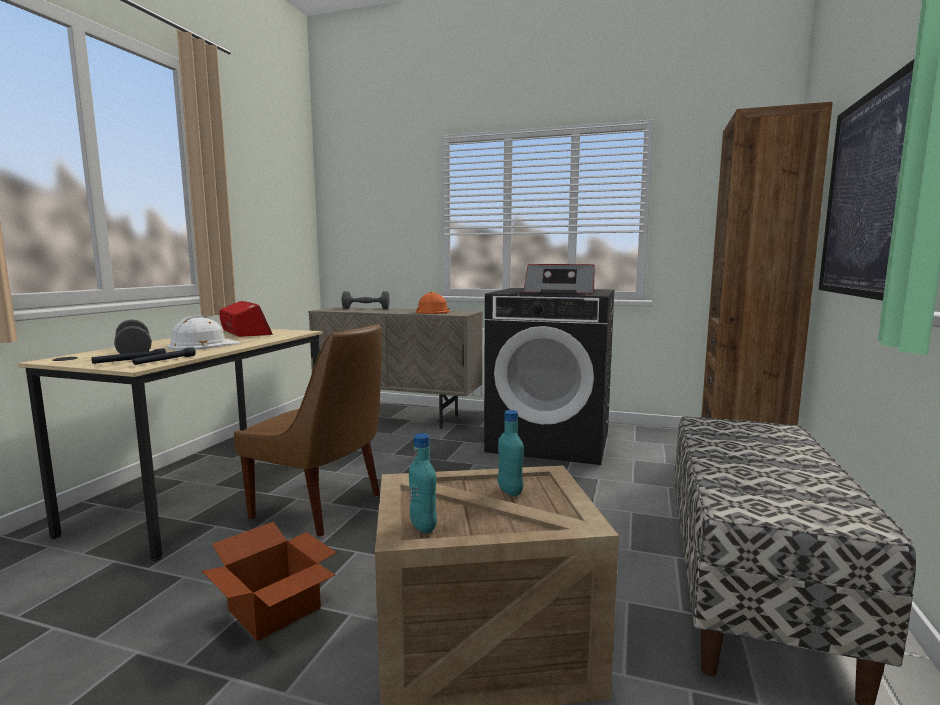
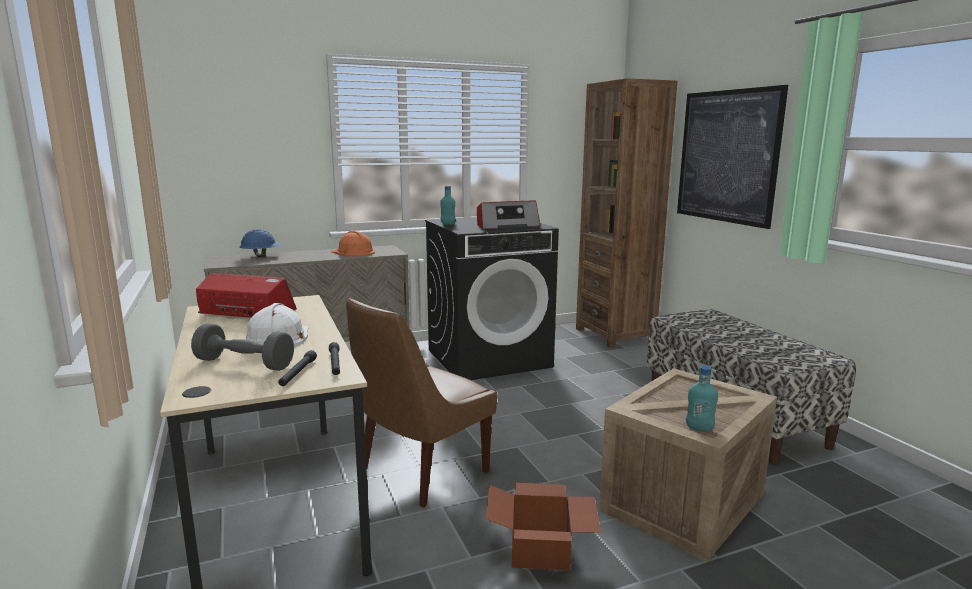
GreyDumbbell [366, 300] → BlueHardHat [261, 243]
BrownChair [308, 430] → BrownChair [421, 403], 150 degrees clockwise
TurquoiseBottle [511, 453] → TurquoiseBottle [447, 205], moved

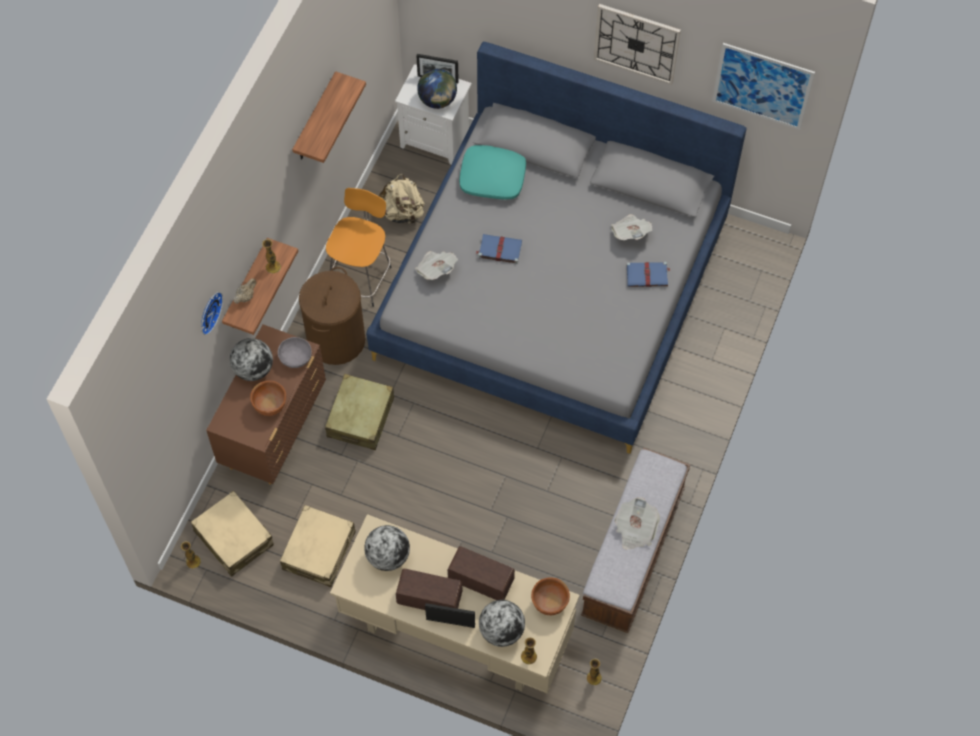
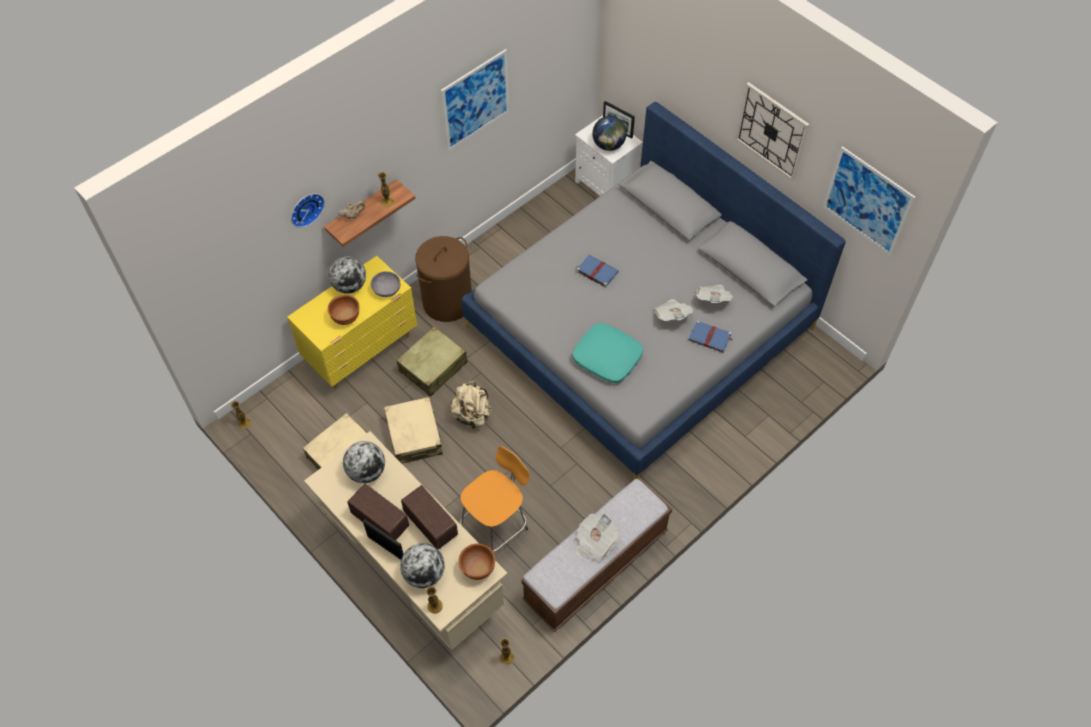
Shelf [329, 117] → Picture [475, 100]
TurquoisePillow [492, 172] → TurquoisePillow [608, 353], moved
BeigeBackpack [402, 199] → BeigeBackpack [470, 405], moved
OrangeStool [359, 247] → OrangeStool [495, 499], moved
Newspaper [436, 265] → Newspaper [673, 310], moved
BrownDresser [266, 404] → YellowDresser [352, 322]
BeigeSuitcase [232, 534] → BeigeSuitcase [413, 430], moved

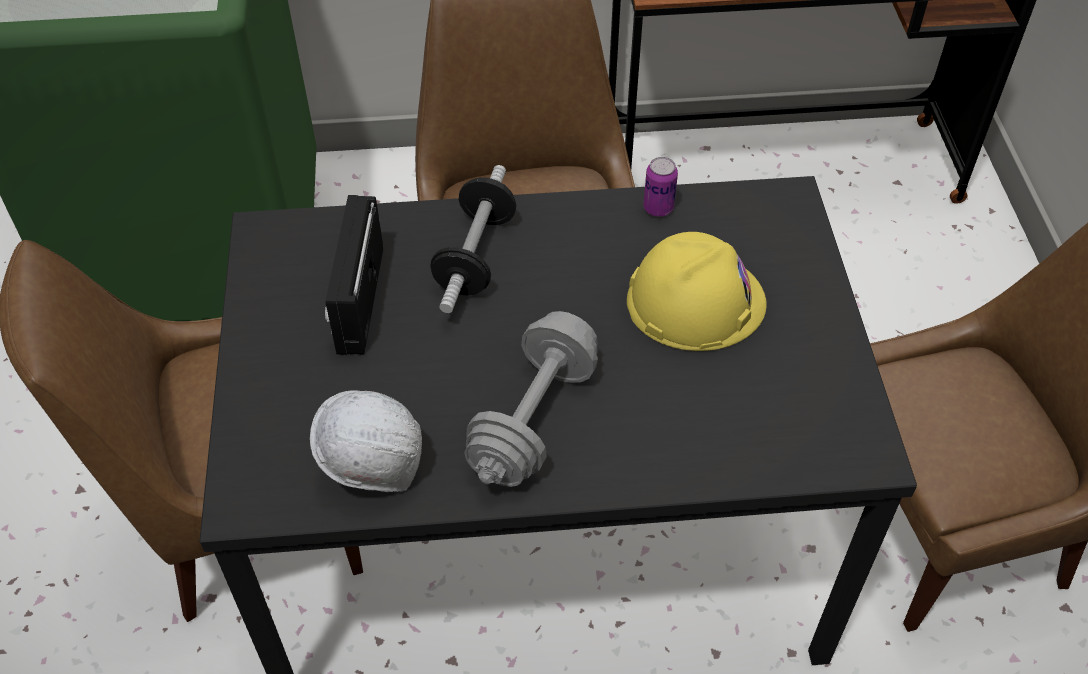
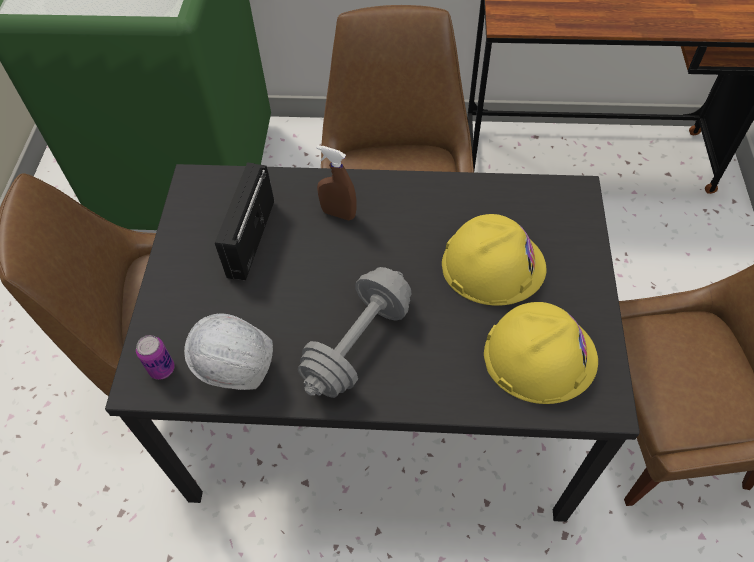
Can [660, 187] → Can [155, 357], moved
Dumbbell [473, 239] → BrownSprayBottle [336, 183]
- → YellowHardHat [541, 353]

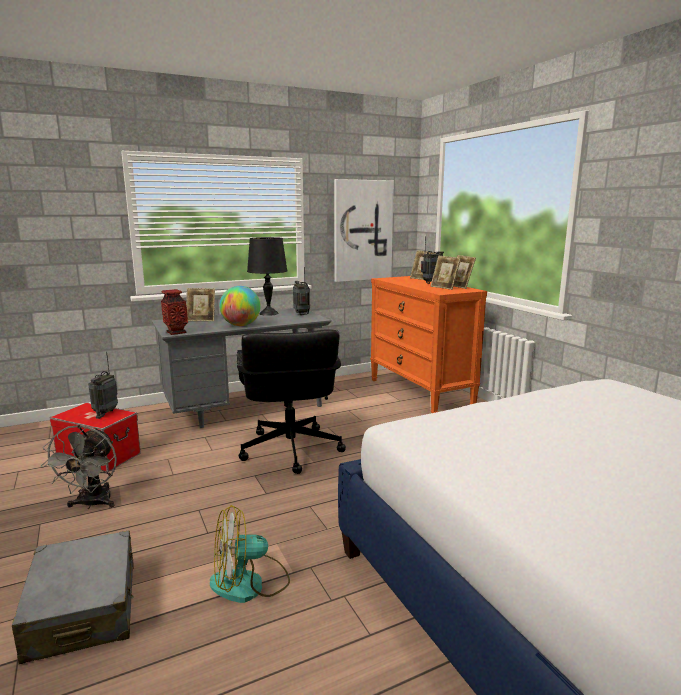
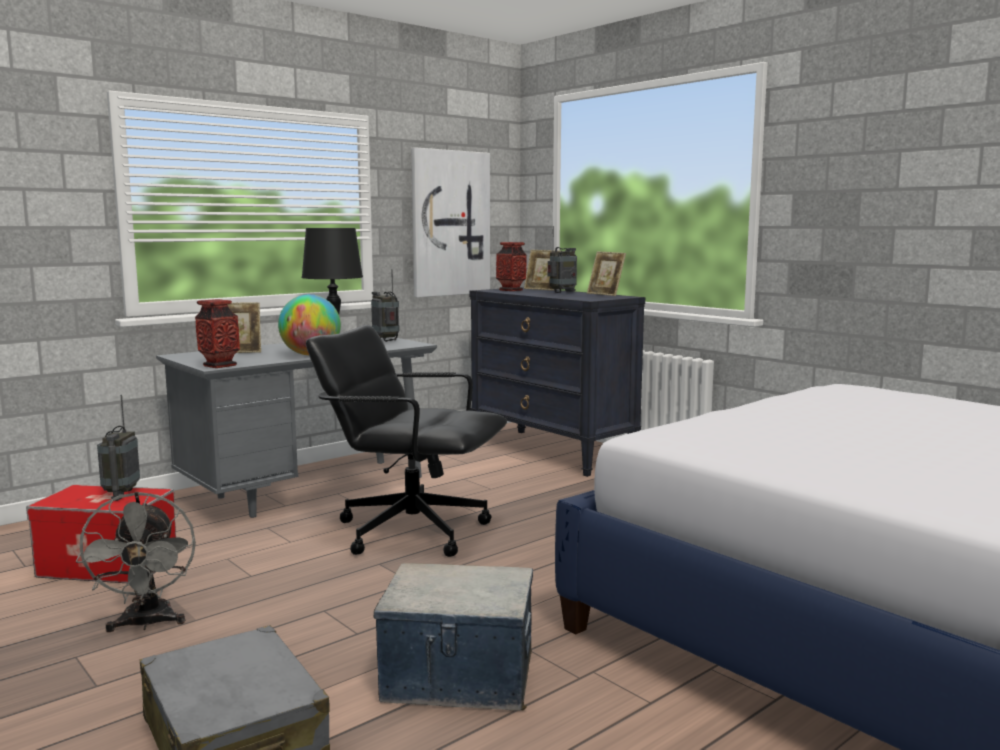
PictureFrame [445, 273] → -
OrangeDresser [428, 344] → BlackDresser [557, 382]
BlackOfficeChair [291, 401] → BlackOfficeChair [406, 441], 135 degrees clockwise
Fan [250, 554] → StorageBox [453, 637]
- → Vase [511, 266]

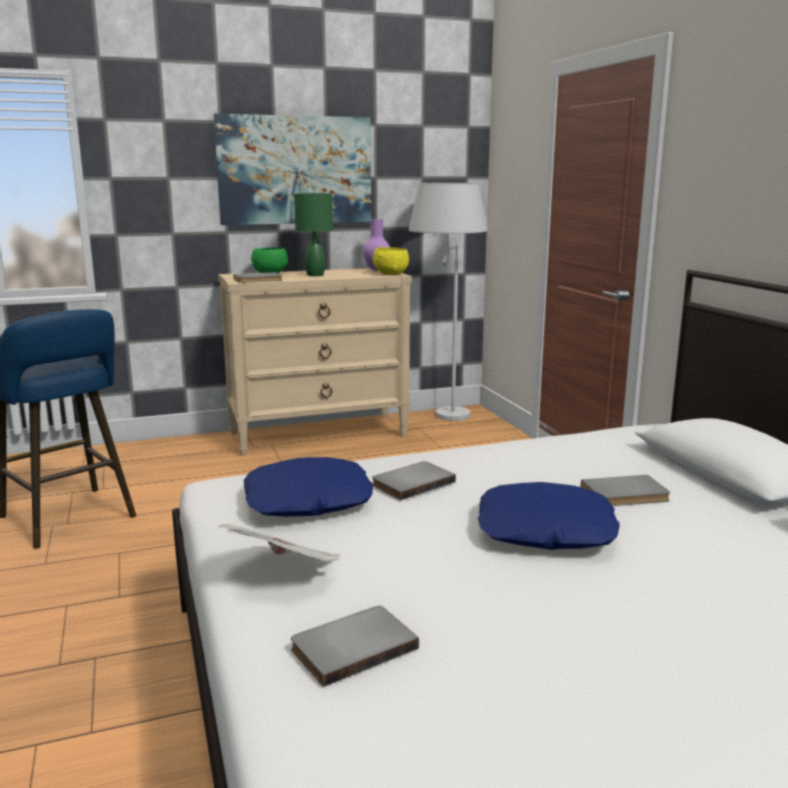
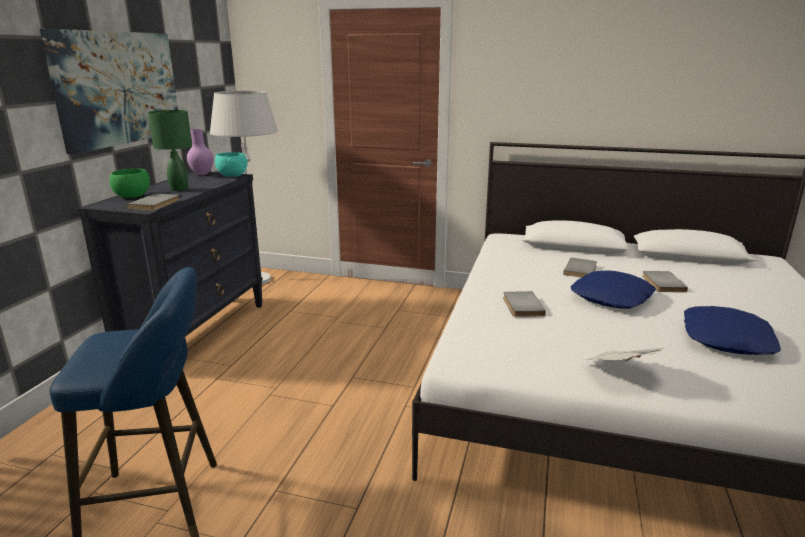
YellowBowl [391, 261] → TurquoiseBowl [231, 164]
BeigeDresser [315, 362] → BlackDresser [170, 254]
BluePillow [308, 487] → BluePillow [732, 330], moved
GreyBook [355, 646] → GreyBook [665, 281], moved

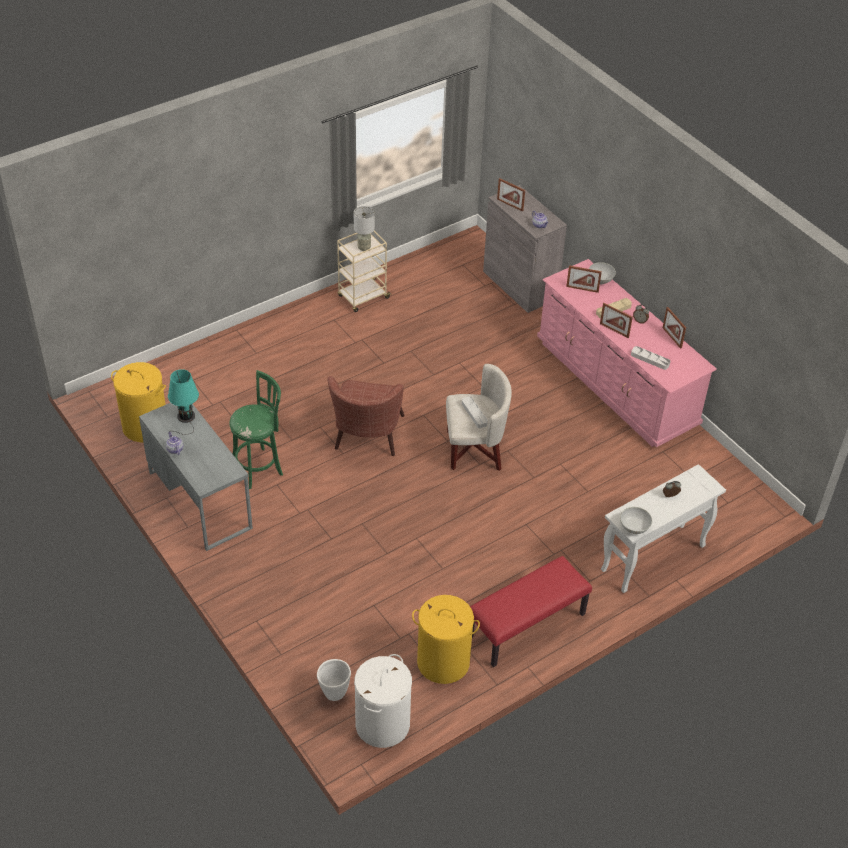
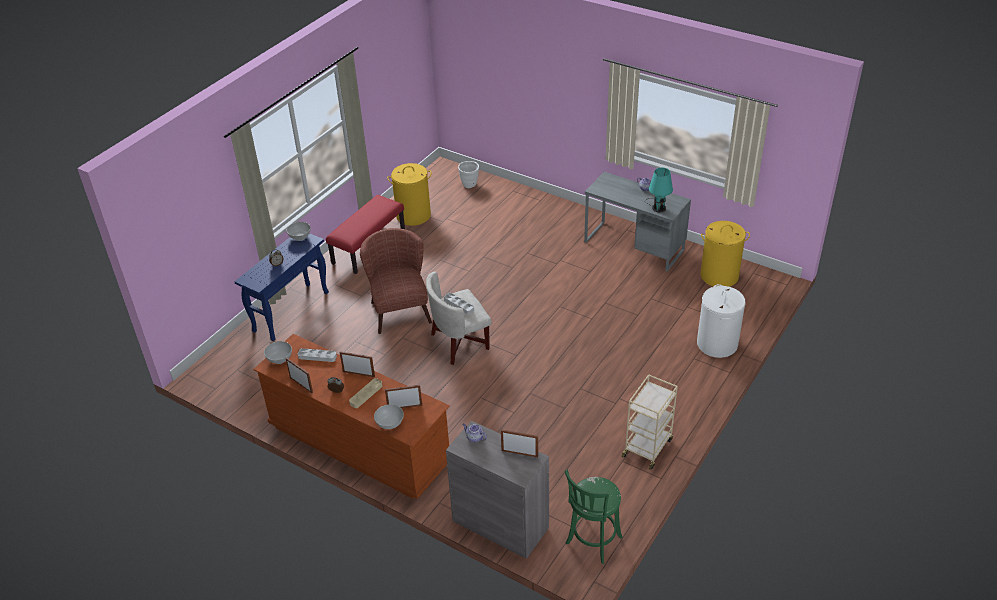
GreyTableLamp [364, 228] → -
PinkDresser [627, 353] → BrownDresser [351, 416]
GreenStool [256, 429] → GreenStool [594, 517], moved
BrownArmchair [365, 416] → BrownArmchair [396, 281], moved
WhiteConsoleTable [663, 528] → BlueConsoleTable [281, 287]
WhiteLaundryBasket [383, 701] → WhiteLaundryBasket [721, 321], moved
- → WhiteBowl [278, 352]

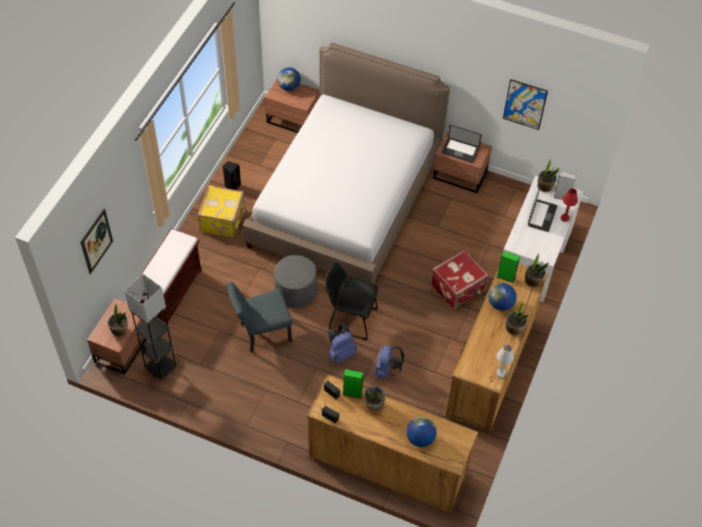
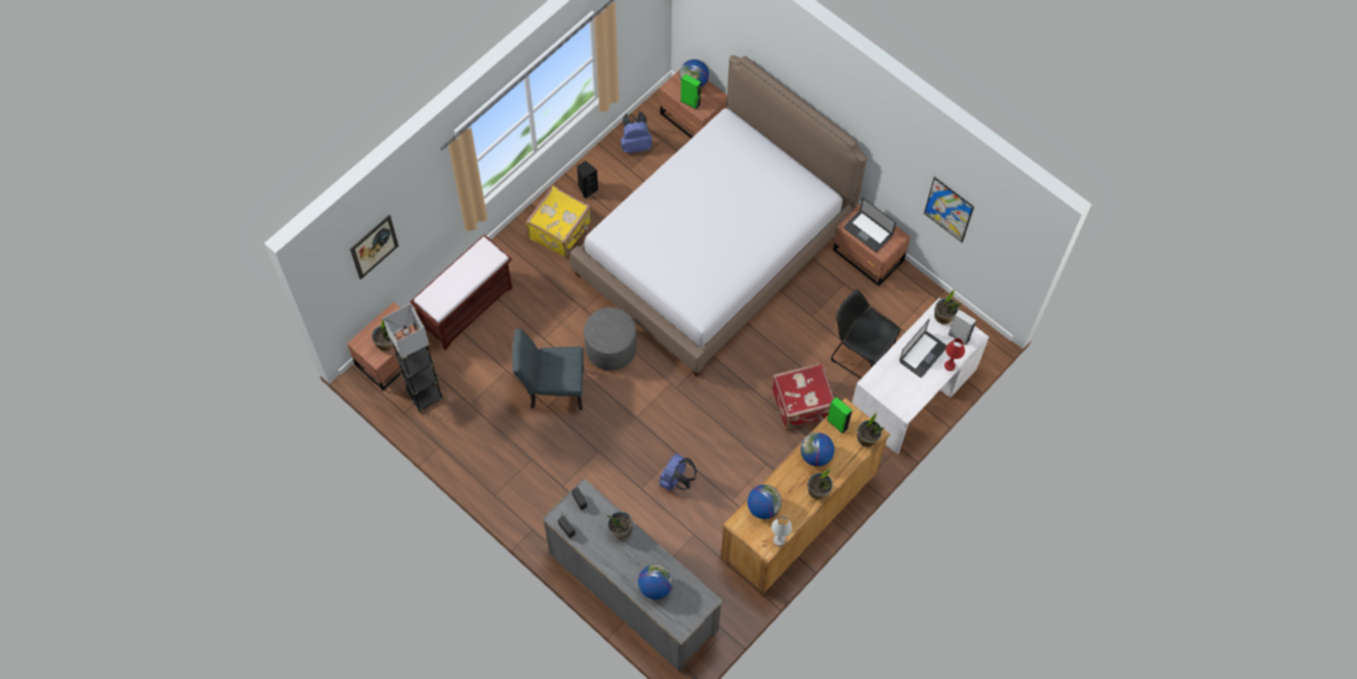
BlackChair [351, 301] → BlackChair [866, 334], moved
BlueBackpack [342, 343] → BlueBackpack [636, 132], moved
GreenSpeaker [353, 383] → GreenSpeaker [690, 92], moved
BrownDresser [392, 444] → GreyDresser [632, 575]
- → Globe [764, 502]

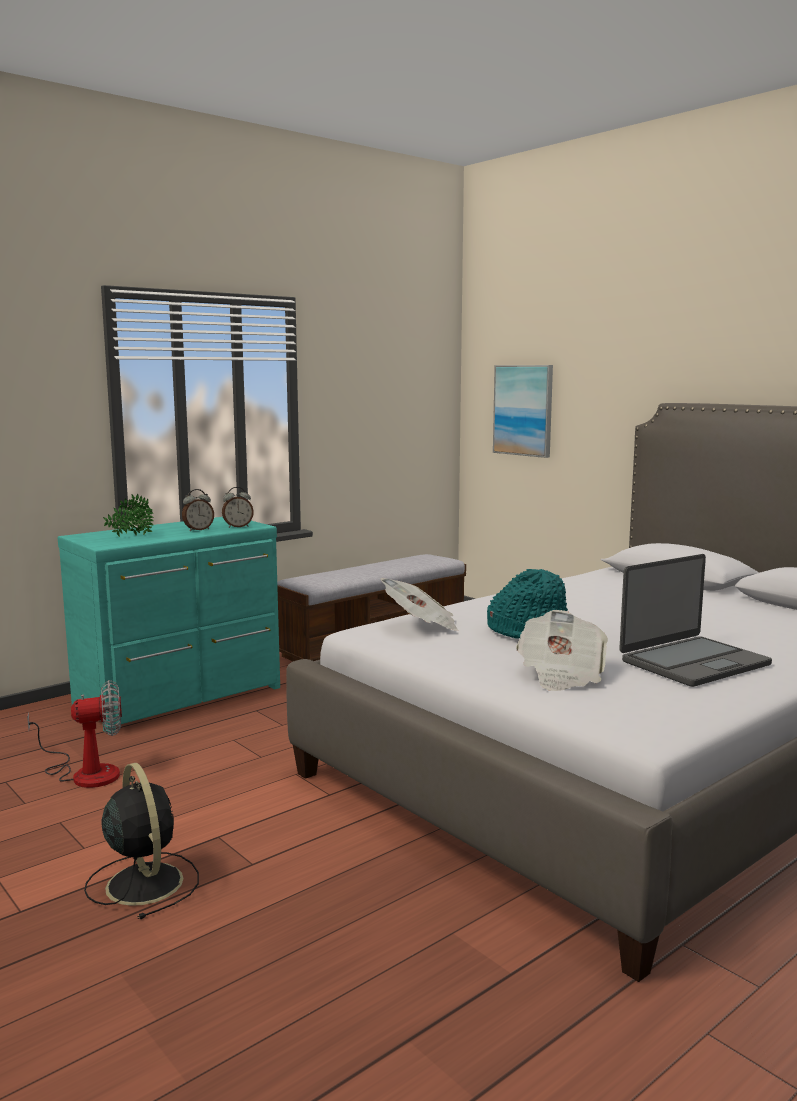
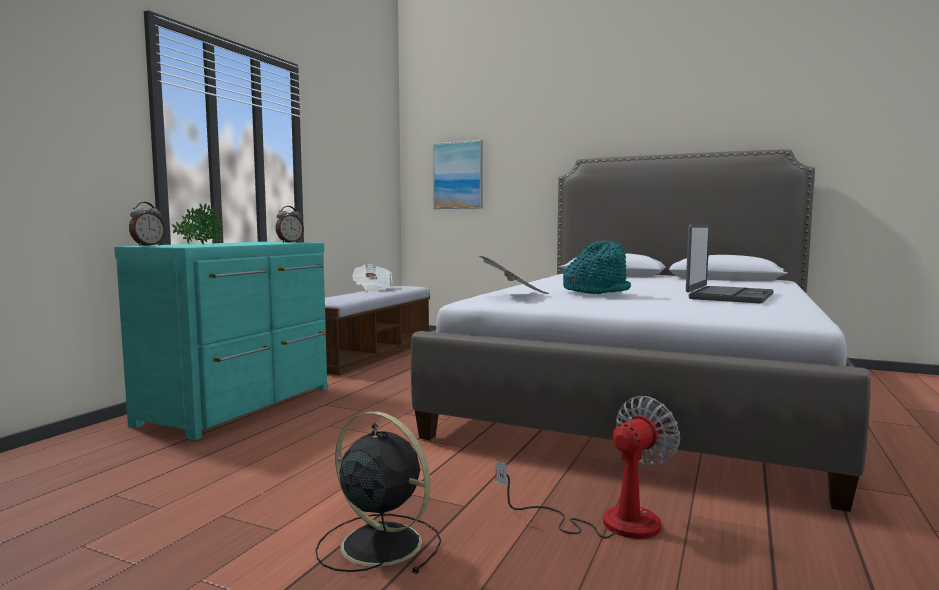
AlarmClock [198, 510] → AlarmClock [147, 224], moved
Newspaper [562, 650] → Newspaper [372, 278], moved
Fan [74, 734] → Fan [588, 467], moved

